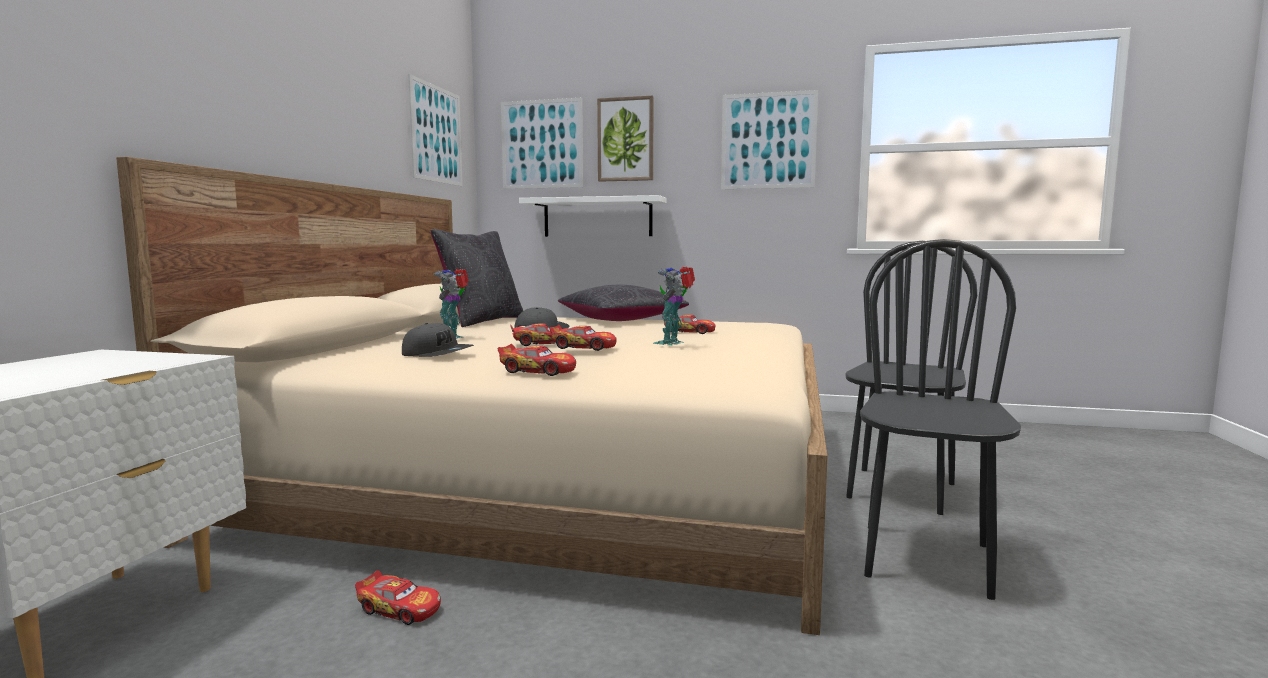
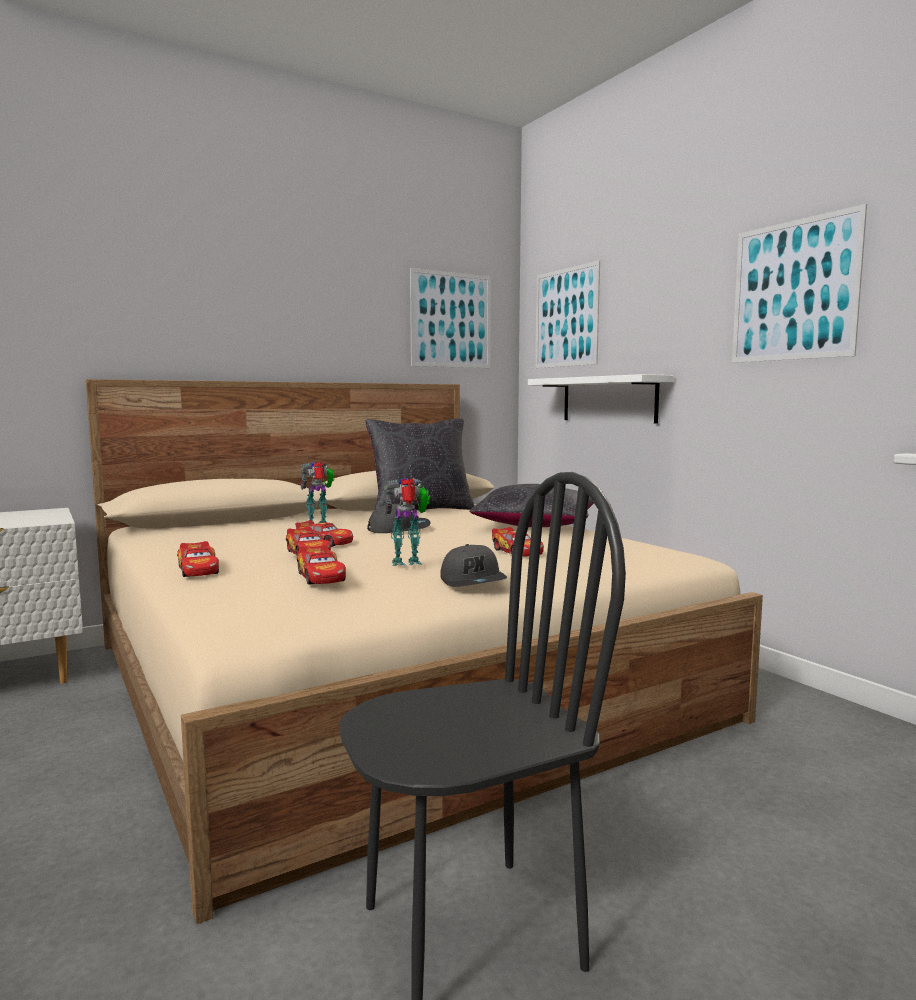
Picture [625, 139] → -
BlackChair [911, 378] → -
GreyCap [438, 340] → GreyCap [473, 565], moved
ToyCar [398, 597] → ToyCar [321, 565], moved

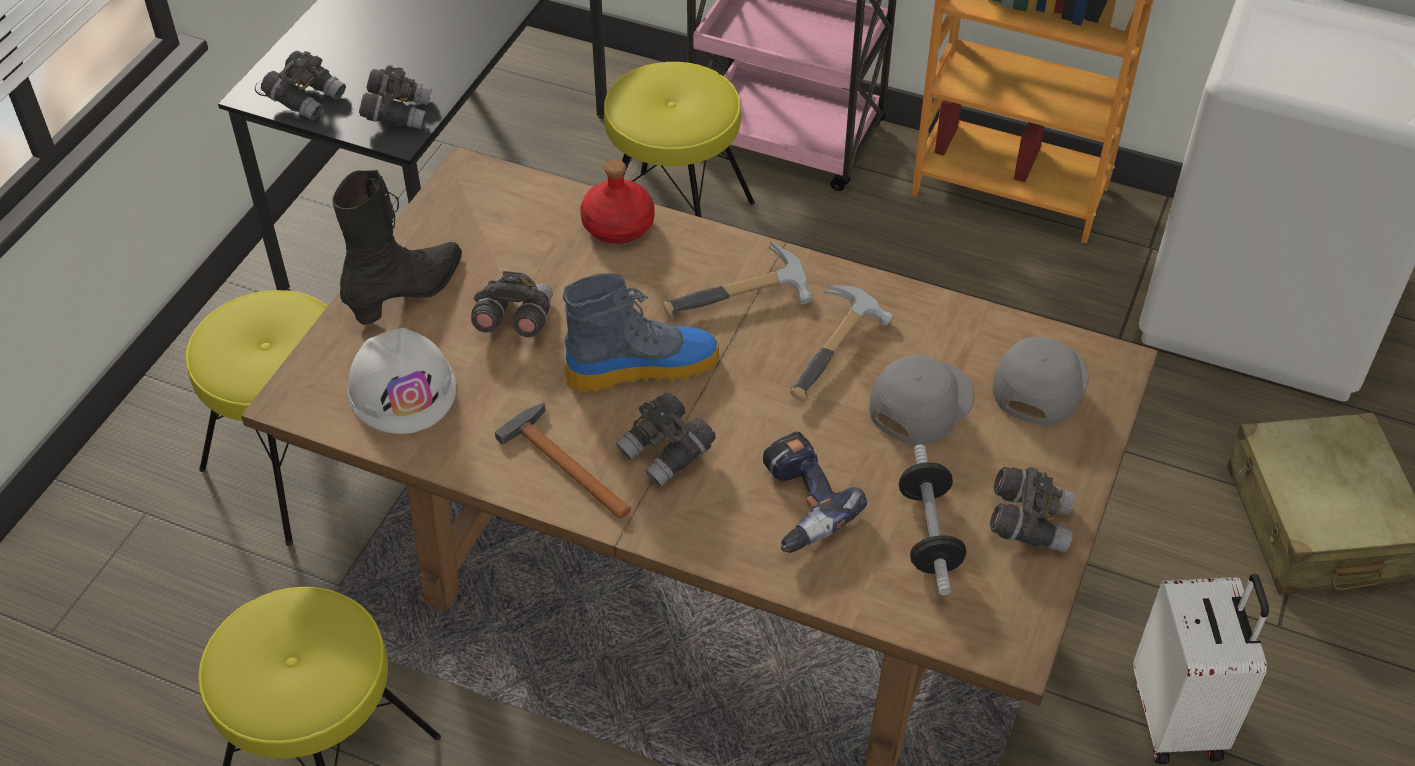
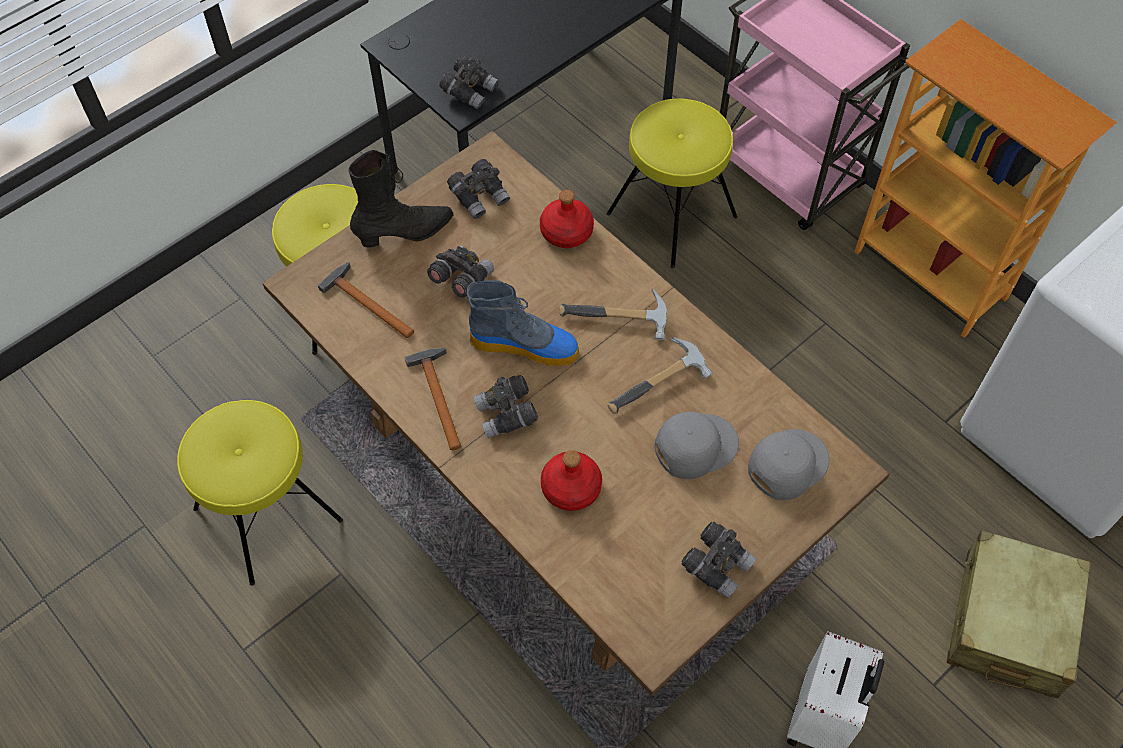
GreyBinoculars [303, 86] → GreyBinoculars [478, 189], moved
WhiteHardHat [402, 381] → Hammer [366, 300]
PowerDrill [815, 492] → RedBottle [571, 480]
Dumbbell [932, 519] → -

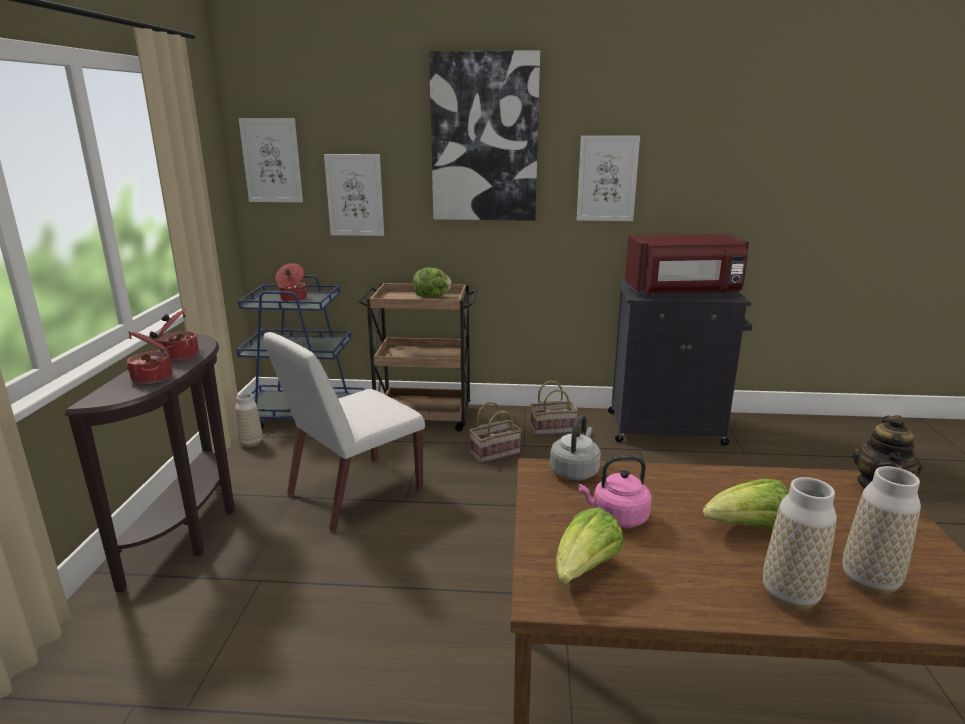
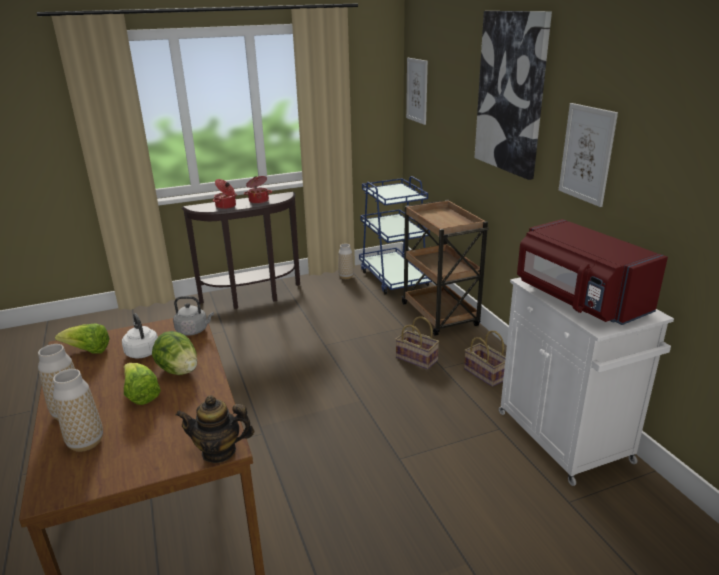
Picture [354, 195] → -
CookingPot [291, 282] → -
Lettuce [432, 282] → Lettuce [174, 353], moved
BlackCabinet [680, 363] → WhiteCabinet [586, 381]
WhiteChair [344, 432] → -
PinkKettle [615, 491] → WhiteKettle [140, 336]

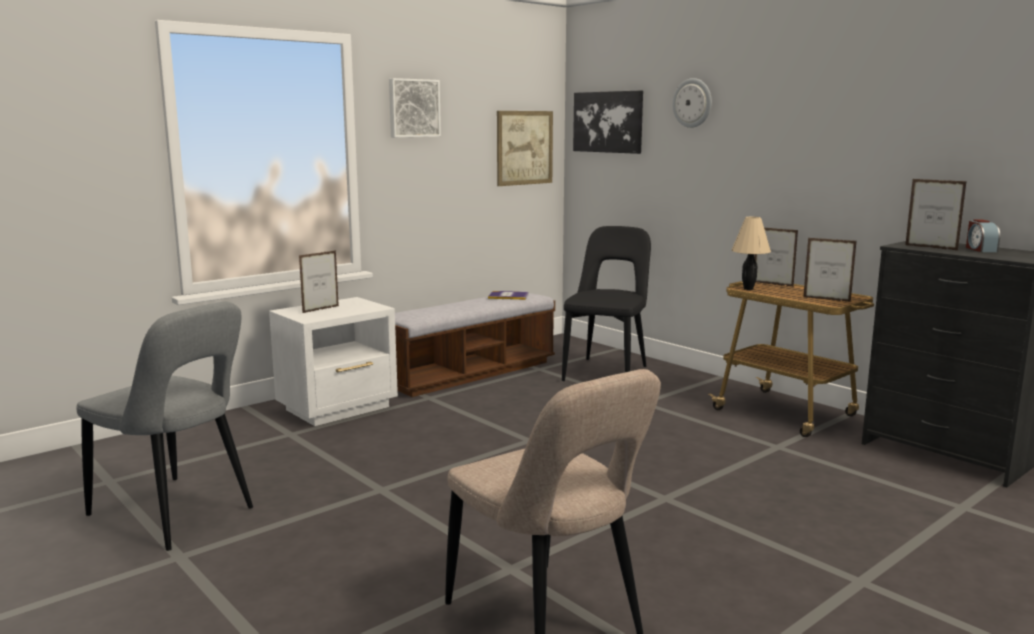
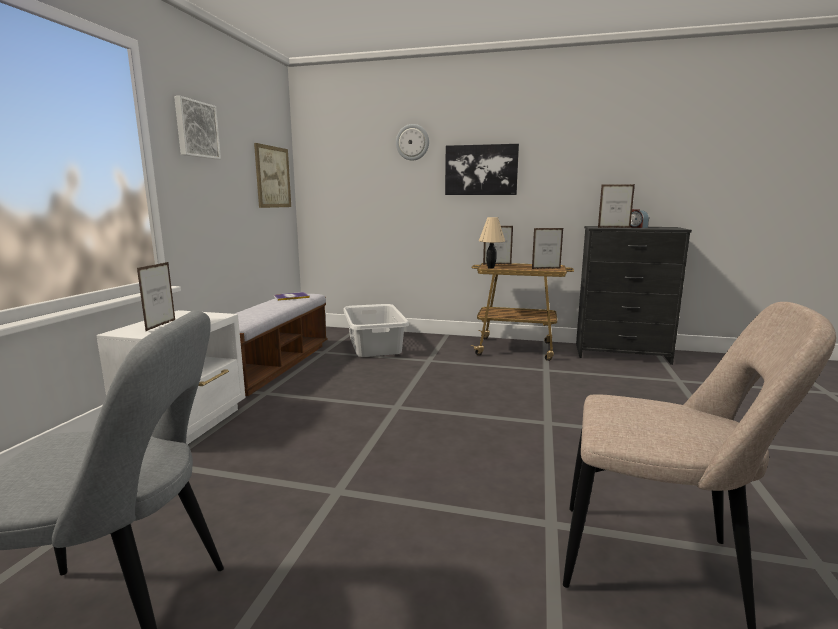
Picture [608, 122] → Picture [482, 169], moved
BlackChair [606, 303] → GreyLaundryBasket [376, 330]

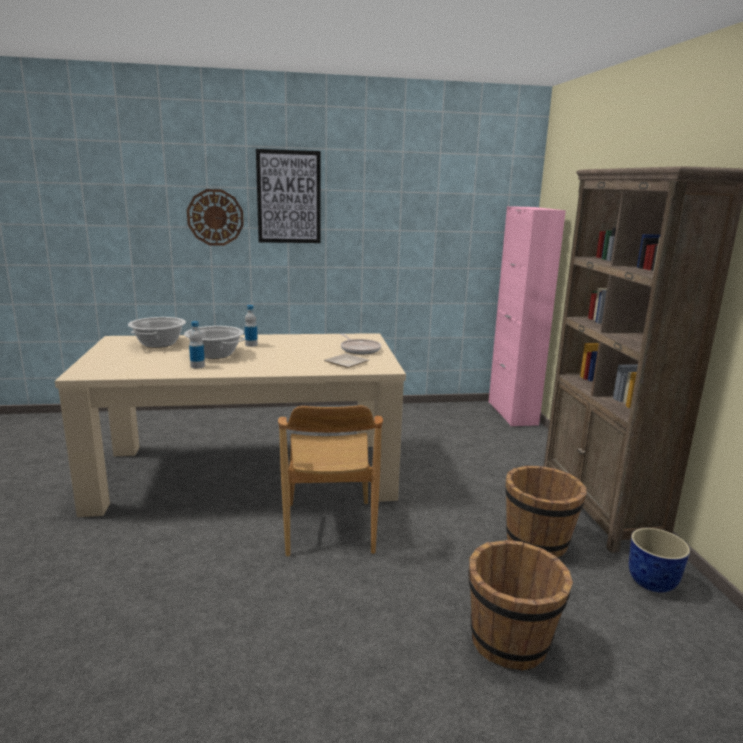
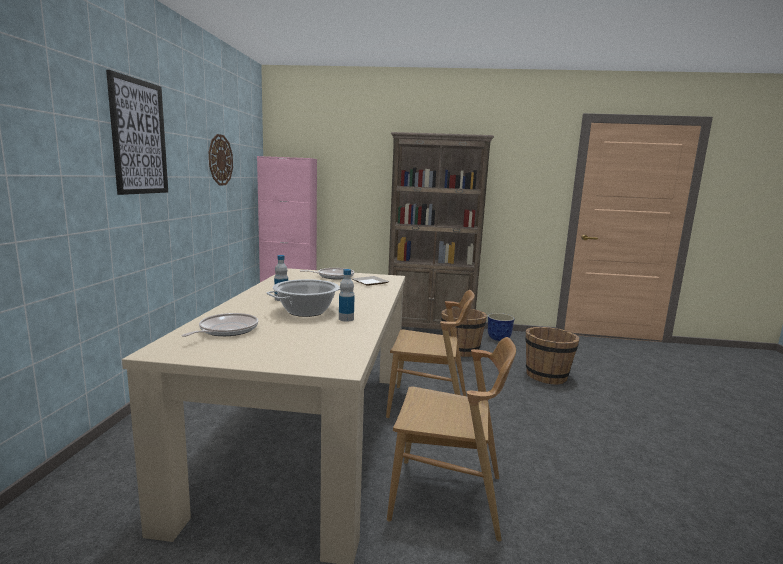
WallClock [215, 217] → WallClock [221, 159], moved
CookingPot [157, 332] → FryingPan [220, 325]
- → BrownChair [451, 439]

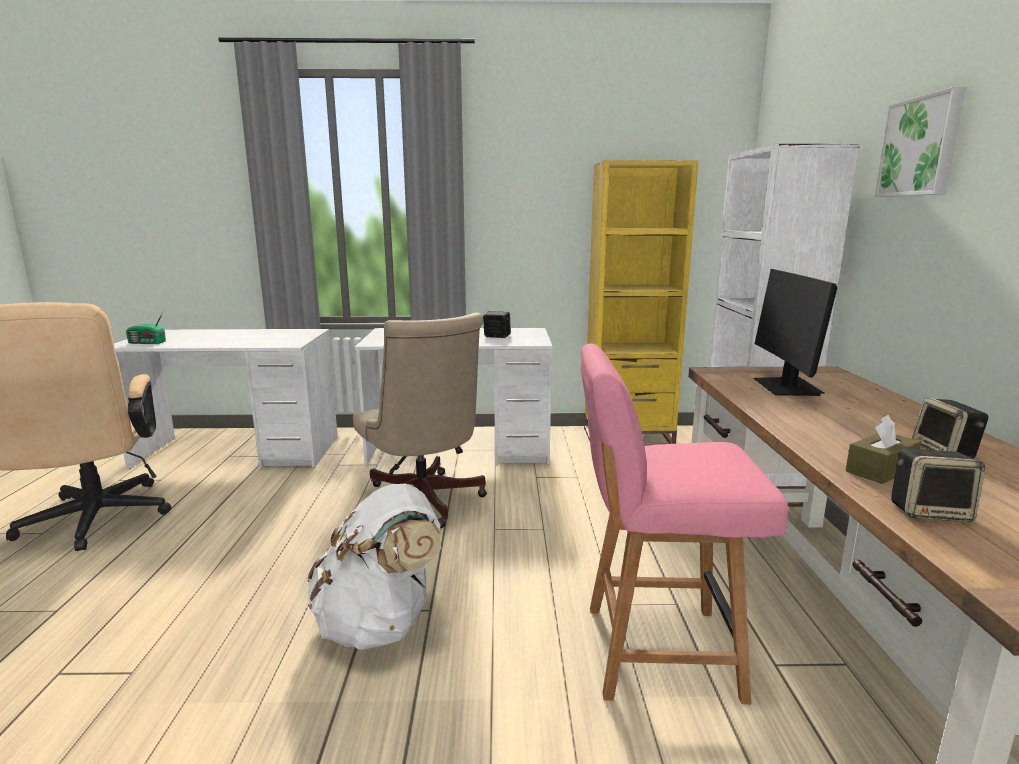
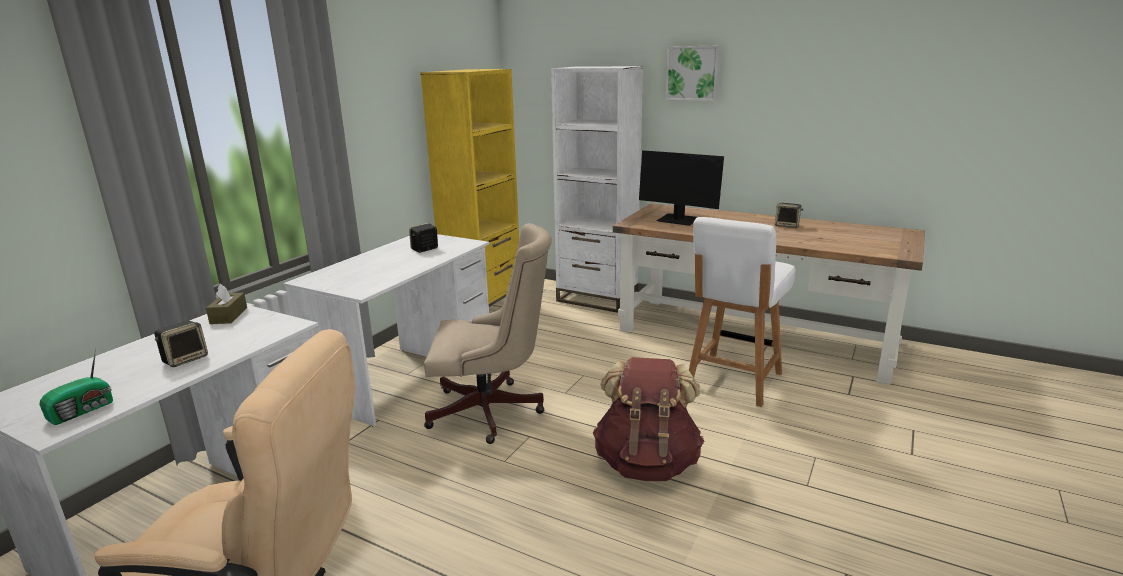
PinkChair [685, 524] → WhiteChair [742, 312]
BrownTissueBox [883, 449] → BrownTissueBox [226, 304], moved
Speaker [938, 485] → Speaker [181, 344], moved
WhiteBackpack [374, 566] → BrownBackpack [648, 419]

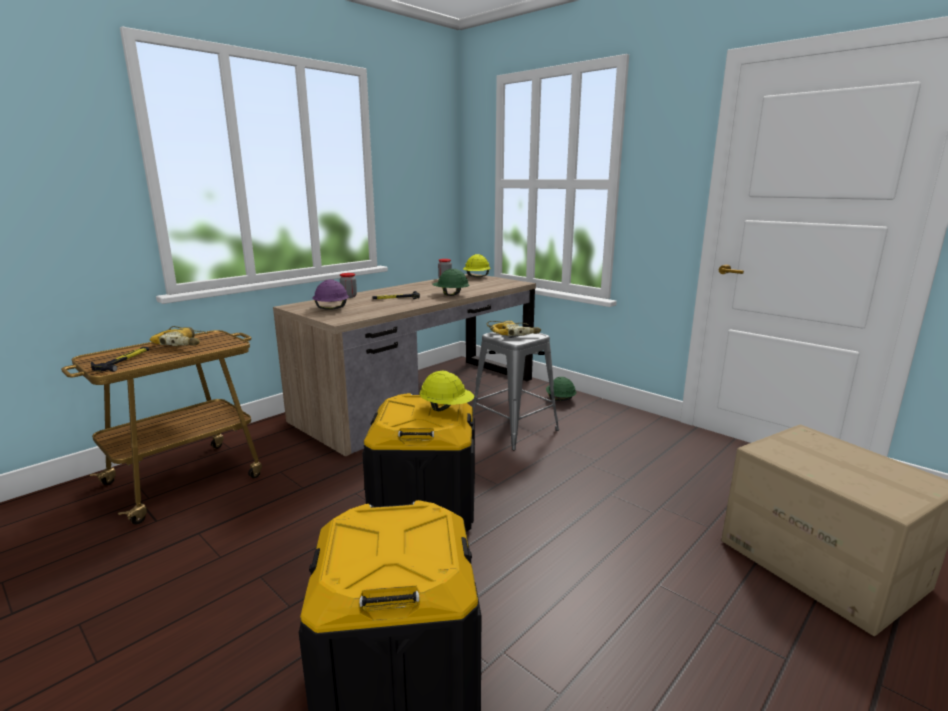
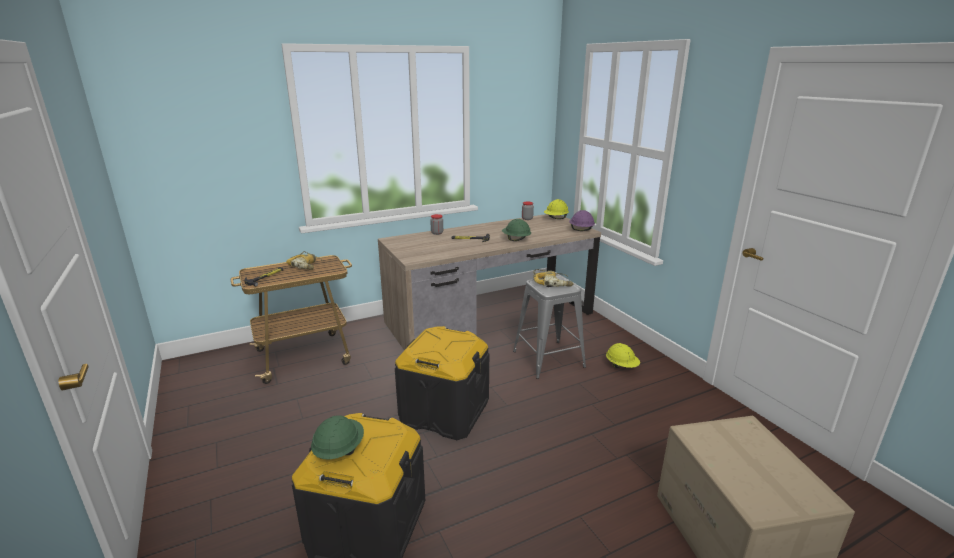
PurpleHardHat [330, 294] → PurpleHardHat [582, 220], moved
YellowHardHat [446, 391] → YellowHardHat [623, 355], moved
GreenHardHat [561, 389] → GreenHardHat [337, 437], moved

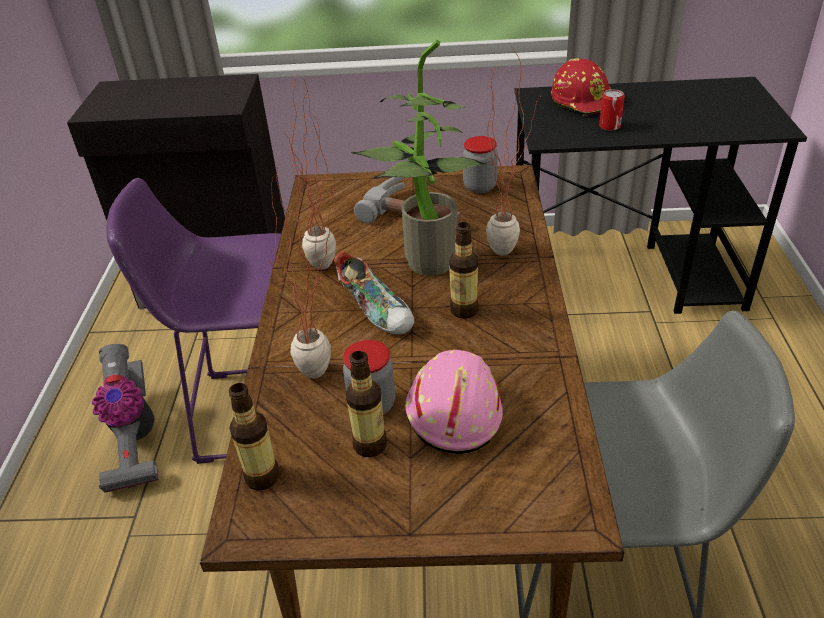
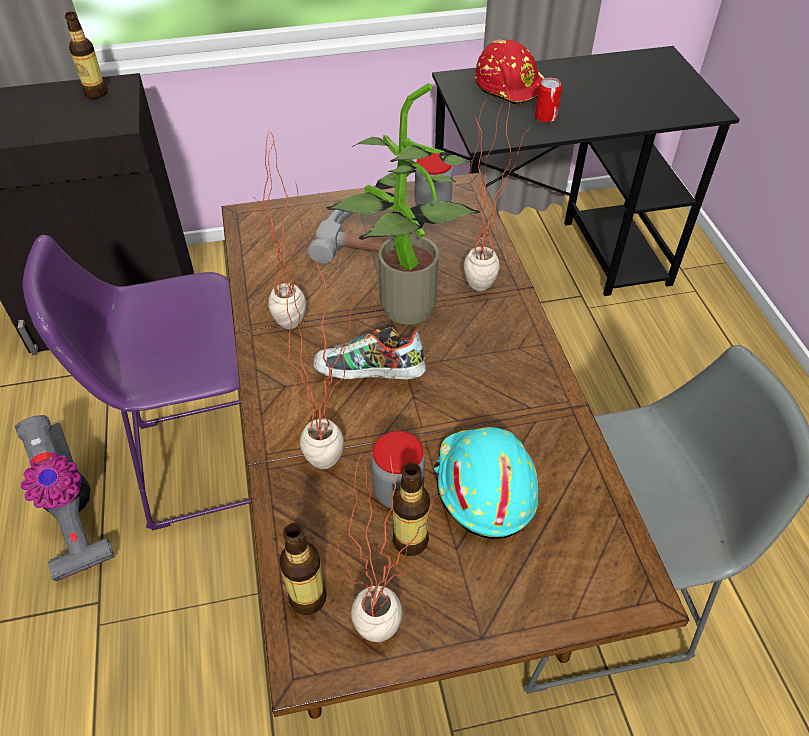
Bottle [464, 270] → Bottle [86, 55], moved
Shoe [374, 293] → Shoe [369, 353], 150 degrees clockwise
PinkHardHat [454, 402] → TurquoiseHardHat [486, 483]
- → PottedPlant [389, 547]

